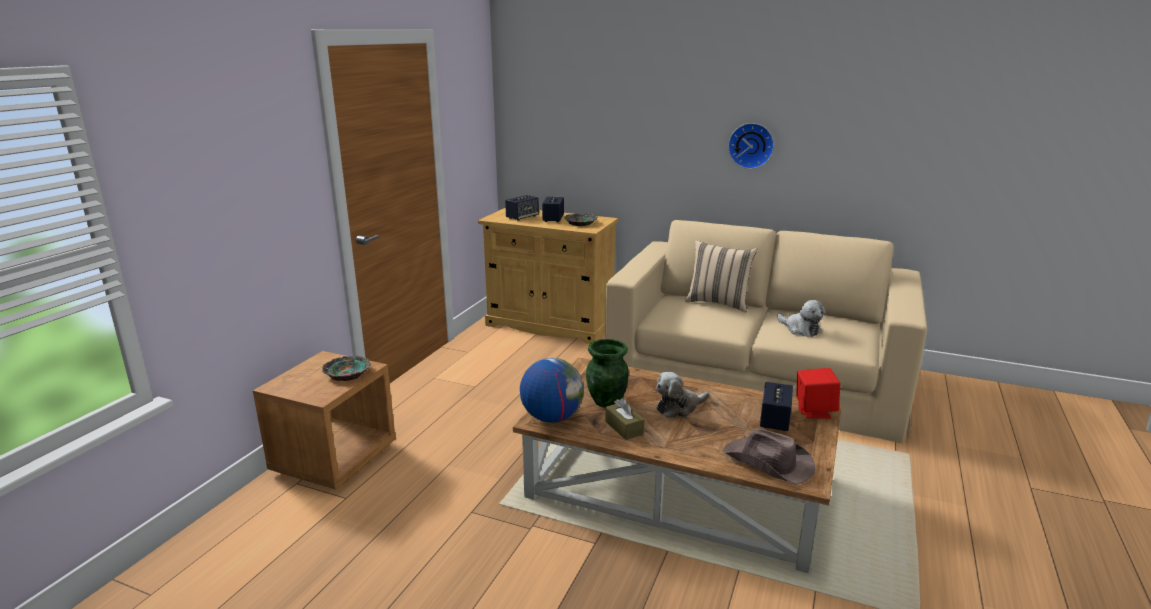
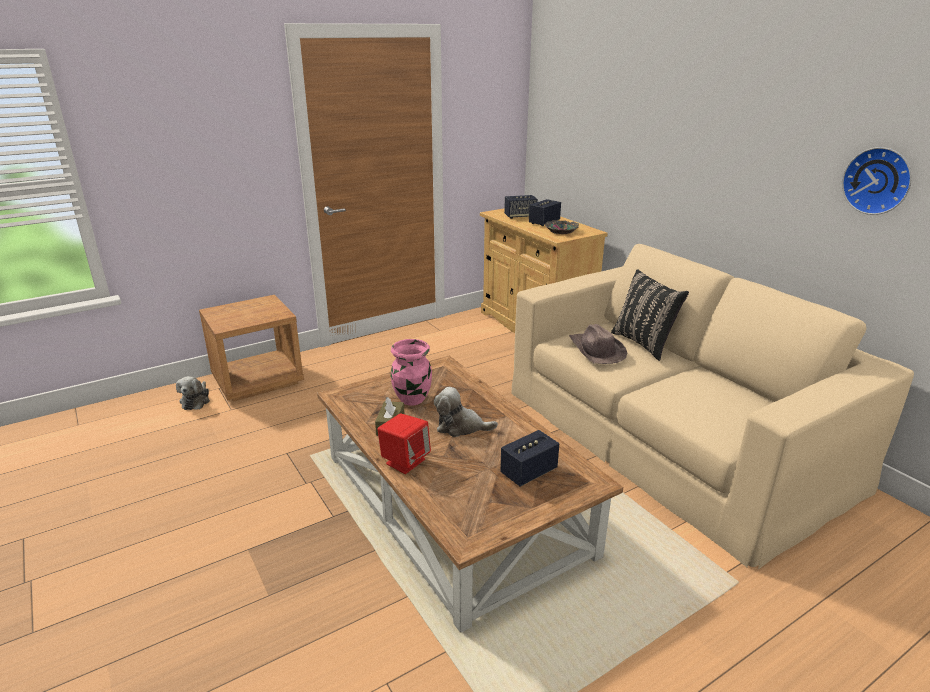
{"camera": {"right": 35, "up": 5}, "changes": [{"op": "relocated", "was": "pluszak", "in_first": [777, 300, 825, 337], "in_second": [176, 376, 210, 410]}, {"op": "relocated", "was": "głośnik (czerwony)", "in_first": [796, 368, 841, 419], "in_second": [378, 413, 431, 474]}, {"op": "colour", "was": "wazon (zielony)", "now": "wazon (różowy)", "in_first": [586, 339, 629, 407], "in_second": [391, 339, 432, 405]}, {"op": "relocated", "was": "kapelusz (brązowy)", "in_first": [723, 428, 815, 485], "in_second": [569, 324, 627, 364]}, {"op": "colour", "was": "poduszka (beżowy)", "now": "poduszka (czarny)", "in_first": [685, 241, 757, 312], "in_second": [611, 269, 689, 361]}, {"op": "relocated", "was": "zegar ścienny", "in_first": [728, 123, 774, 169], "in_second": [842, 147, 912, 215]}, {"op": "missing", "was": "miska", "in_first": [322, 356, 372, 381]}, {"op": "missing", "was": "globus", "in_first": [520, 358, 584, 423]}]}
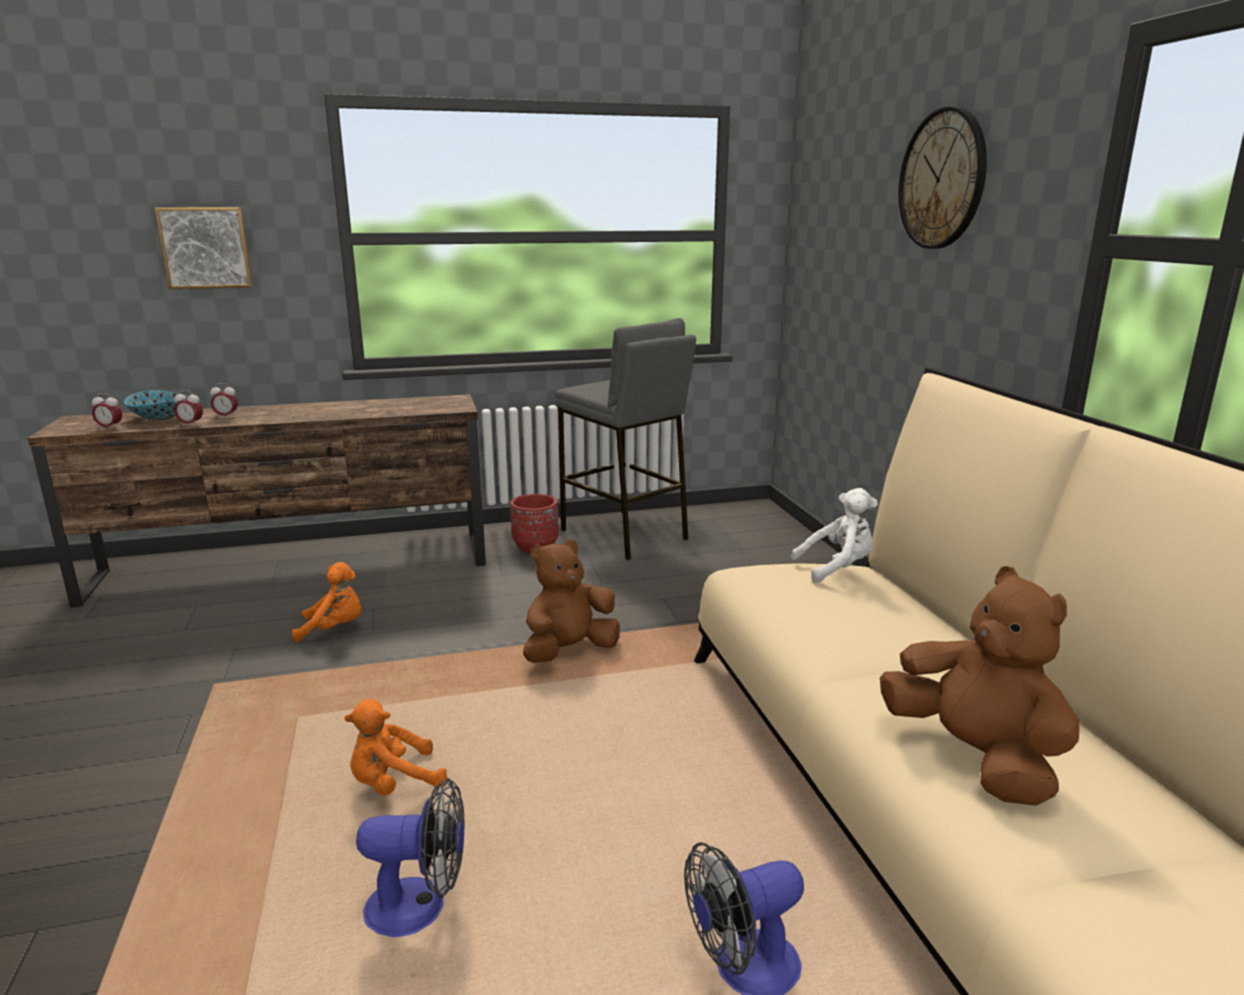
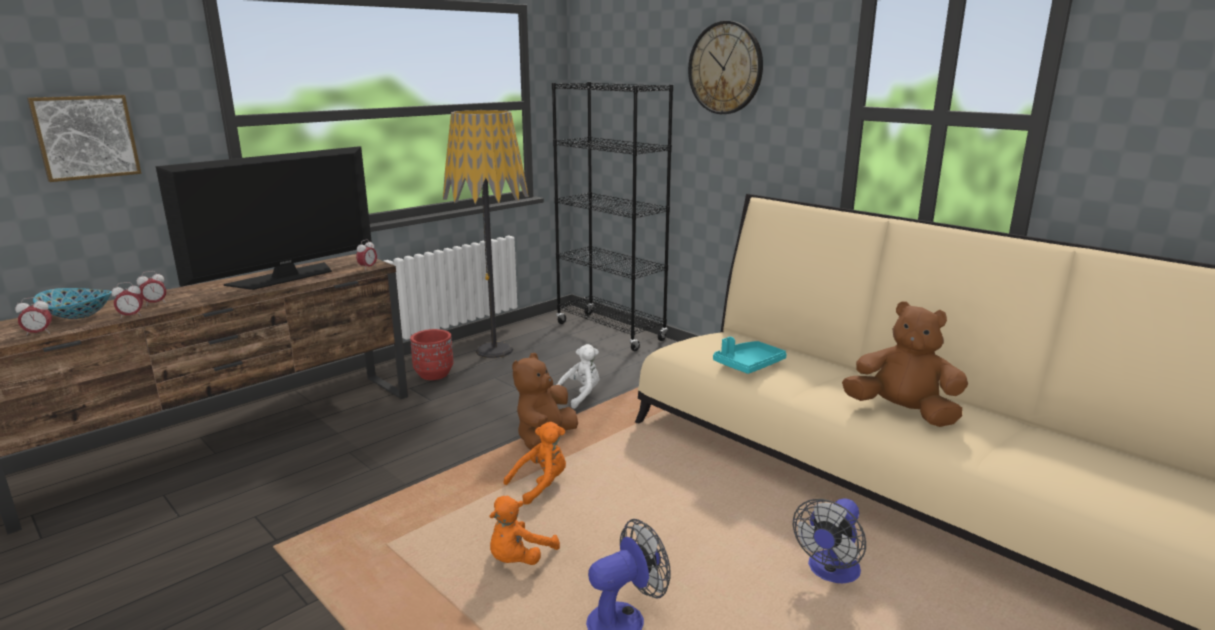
{"camera": {"right": -30, "up": 0}, "changes": [{"op": "appeared", "now": "telewizor", "in_second": [156, 146, 372, 290]}, {"op": "appeared", "now": "budzik", "in_second": [356, 239, 377, 270]}, {"op": "exchanged", "was": "stołek (szary)", "now": "lampa stojąca", "in_first": [555, 318, 696, 560], "in_second": [443, 110, 529, 358]}, {"op": "relocated", "was": "pluszak (pomarańczowy)", "in_first": [291, 562, 361, 642], "in_second": [504, 422, 566, 505]}, {"op": "appeared", "now": "regał (czarny)", "in_second": [552, 82, 673, 351]}, {"op": "relocated", "was": "pluszak (biały)", "in_first": [791, 488, 878, 583], "in_second": [557, 344, 599, 409]}, {"op": "appeared", "now": "taca (turkusowy)", "in_second": [713, 337, 787, 374]}]}
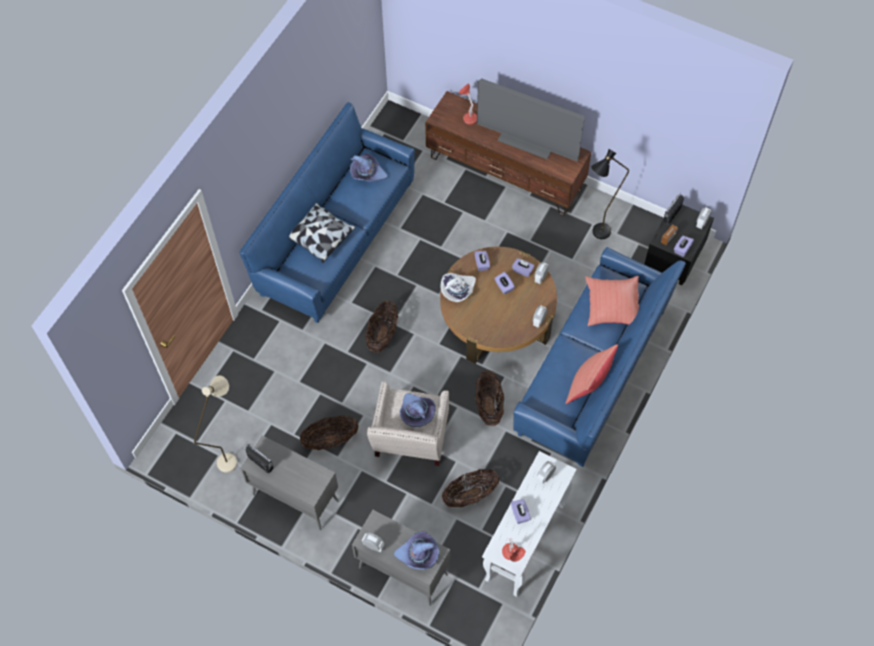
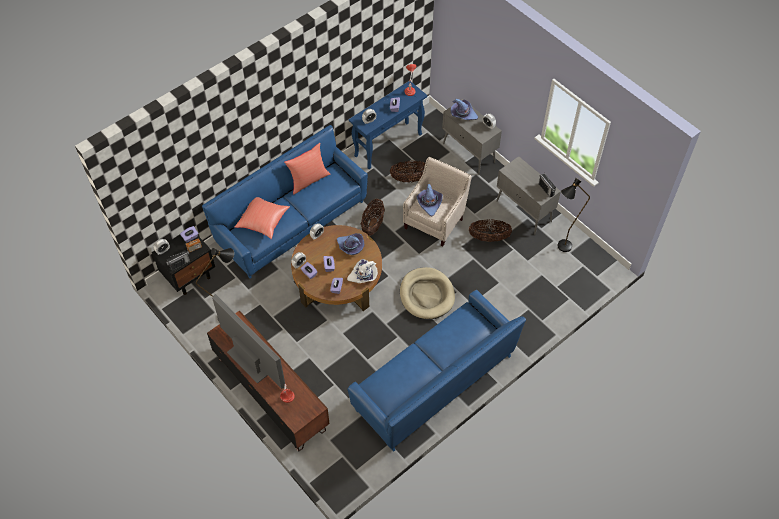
{"camera": {"right": -160, "up": -5}, "changes": [{"op": "relocated", "was": "kapelusz (fioletowy)", "in_first": [350, 153, 387, 182], "in_second": [337, 233, 364, 255]}, {"op": "colour", "was": "stolik konsolowy (biały)", "now": "stolik konsolowy (niebieski)", "in_first": [482, 451, 577, 597], "in_second": [349, 81, 428, 169]}, {"op": "exchanged", "was": "koszyk", "now": "legowisko (beżowy)", "in_first": [365, 301, 398, 353], "in_second": [400, 267, 455, 319]}, {"op": "colour", "was": "lampa stojąca (beżowy)", "now": "lampa stojąca (czarny)", "in_first": [194, 375, 237, 473], "in_second": [557, 178, 590, 252]}, {"op": "missing", "was": "poduszka", "in_first": [289, 203, 355, 263]}]}
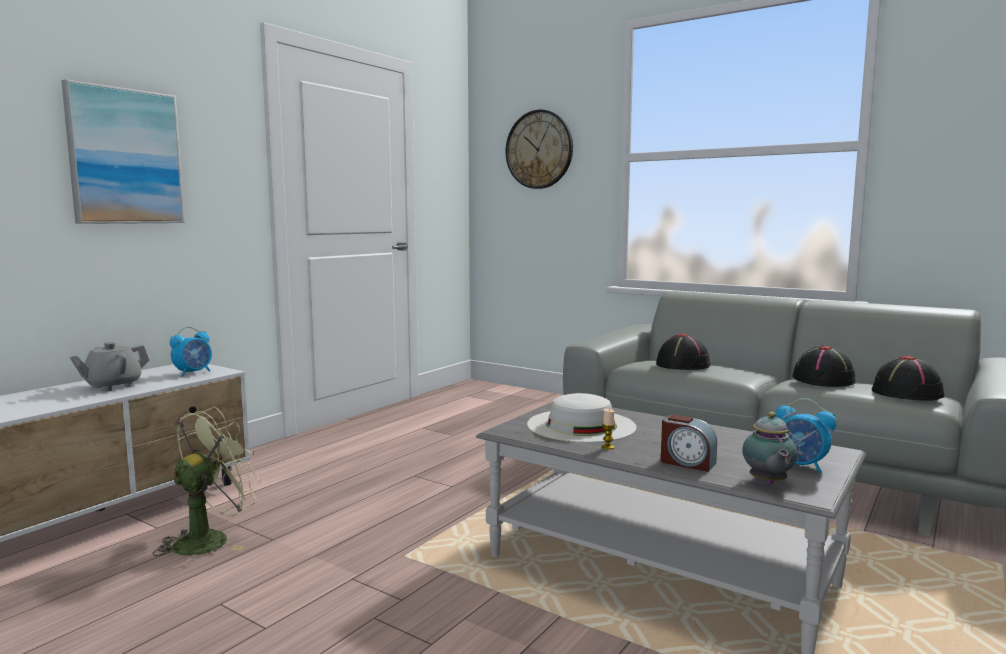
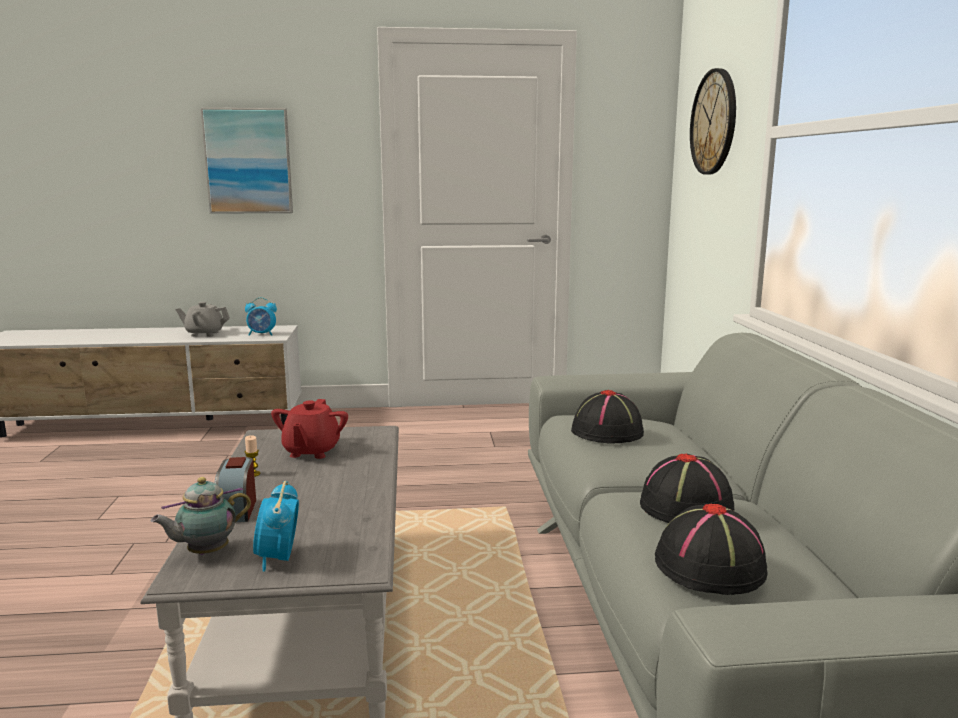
{"camera": {"right": 50, "up": 5}, "changes": [{"op": "exchanged", "was": "kapelusz (biały)", "now": "imbryk (czerwony)", "in_first": [527, 393, 637, 443], "in_second": [271, 399, 348, 459]}, {"op": "missing", "was": "wentylator (zielony)", "in_first": [152, 407, 261, 556]}]}
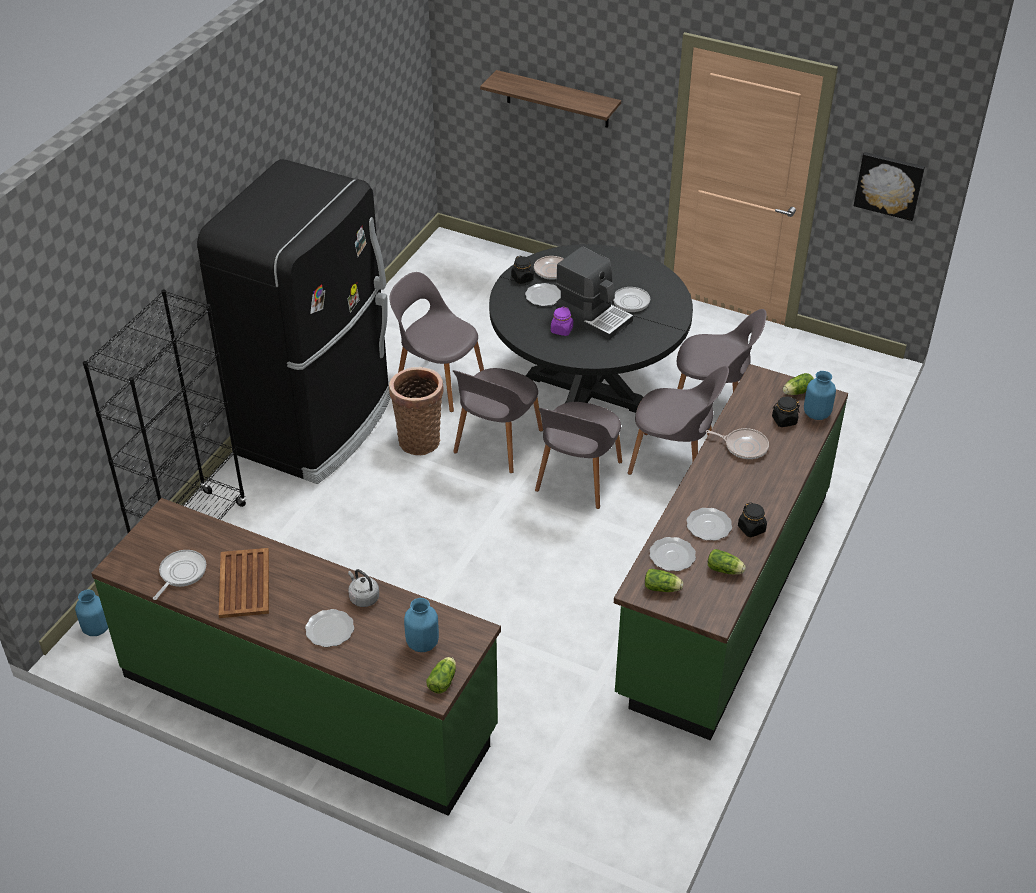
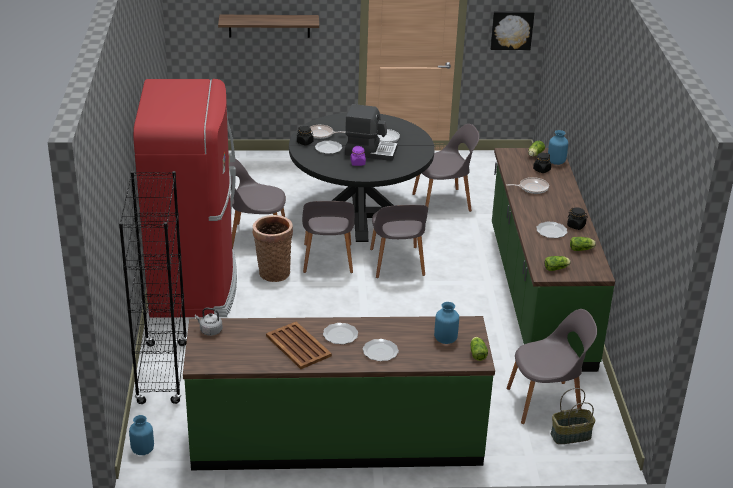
{"camera": {"right": -30, "up": -10}, "changes": [{"op": "colour", "was": "lodówka (czarny)", "now": "lodówka (czerwony)", "in_first": [197, 159, 391, 484], "in_second": [133, 79, 237, 318]}, {"op": "relocated", "was": "czajnik (szary)", "in_first": [348, 569, 379, 607], "in_second": [195, 308, 222, 336]}, {"op": "relocated", "was": "talerz", "in_first": [650, 537, 696, 571], "in_second": [323, 323, 358, 344]}, {"op": "relocated", "was": "krzesło (szary)", "in_first": [628, 366, 729, 475], "in_second": [507, 309, 597, 424]}, {"op": "appeared", "now": "koszyk", "in_second": [551, 388, 595, 444]}, {"op": "missing", "was": "patelnia", "in_first": [153, 550, 206, 600]}]}
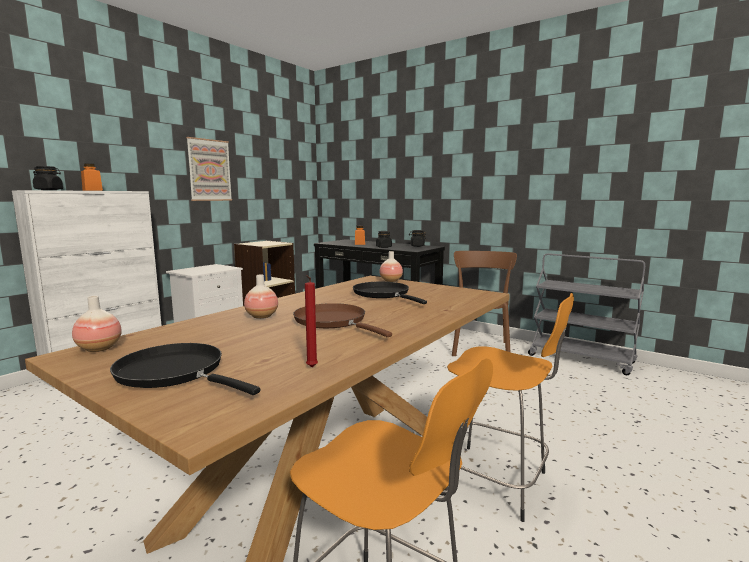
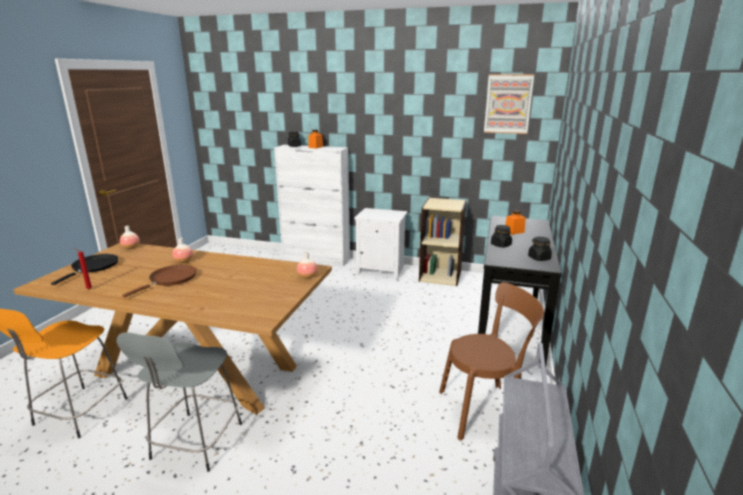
{"camera": {"right": 70, "up": 10}, "changes": [{"op": "colour", "was": "stołek (pomarańczowy)", "now": "stołek (szary)", "in_first": [447, 293, 574, 522], "in_second": [117, 332, 242, 472]}, {"op": "relocated", "was": "obraz", "in_first": [186, 137, 232, 201], "in_second": [484, 74, 534, 134]}, {"op": "missing", "was": "patelnia (czarny)", "in_first": [353, 282, 427, 304]}]}
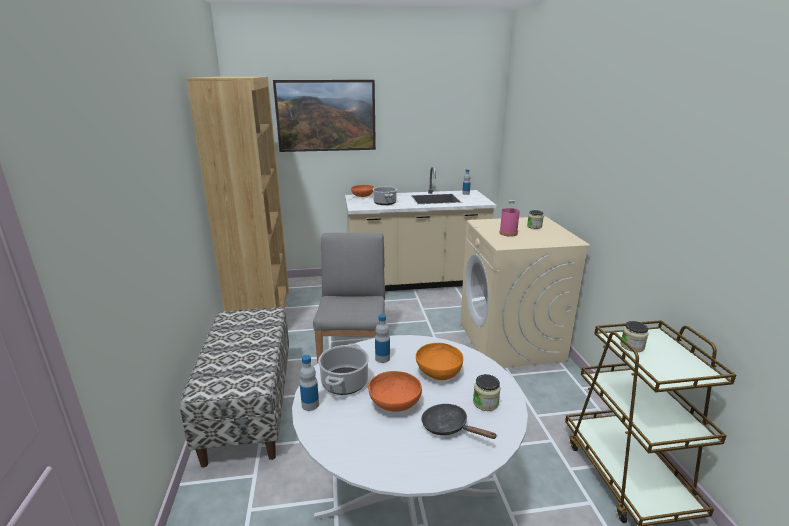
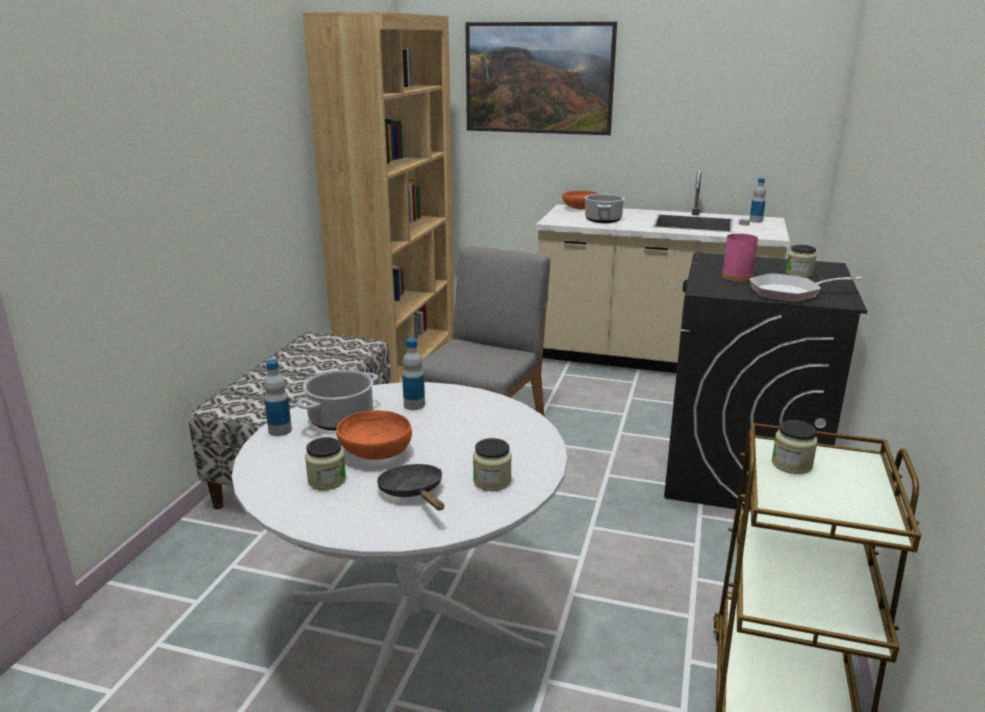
{"camera": {"right": 25, "up": 0}, "changes": [{"op": "appeared", "now": "słoik", "in_second": [305, 437, 346, 490]}, {"op": "colour", "was": "pralka (beżowy)", "now": "pralka (czarny)", "in_first": [460, 216, 591, 368], "in_second": [664, 252, 867, 509]}, {"op": "appeared", "now": "patelnia", "in_second": [749, 273, 863, 303]}, {"op": "missing", "was": "miska (pomarańczowy)", "in_first": [416, 343, 463, 380]}]}
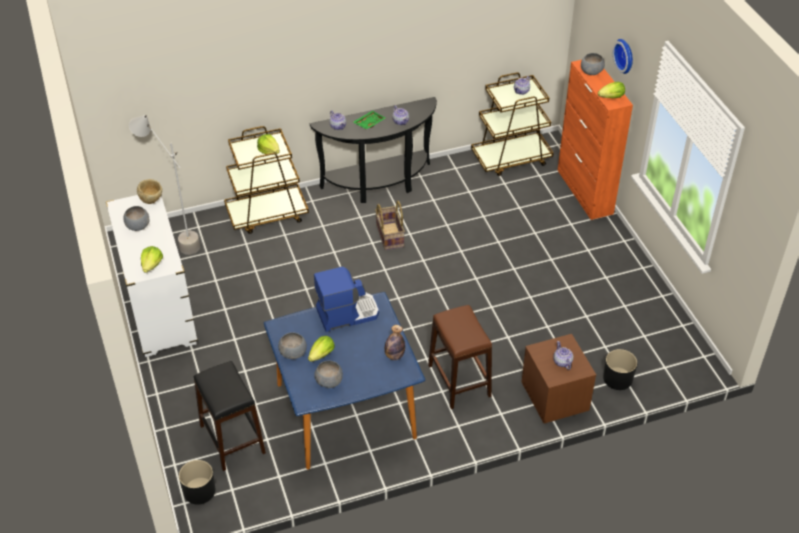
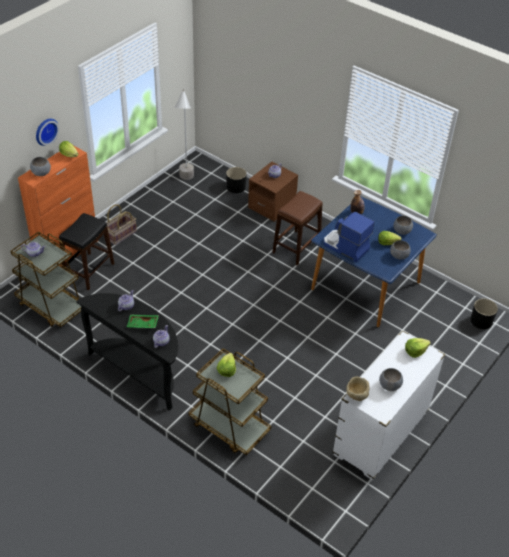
{"camera": {"right": -125, "up": 0}, "changes": [{"op": "relocated", "was": "stołek (czarny)", "in_first": [194, 361, 266, 471], "in_second": [59, 213, 115, 290]}, {"op": "relocated", "was": "koszyk", "in_first": [375, 201, 405, 250], "in_second": [107, 204, 137, 245]}, {"op": "relocated", "was": "lampa stojąca (szary)", "in_first": [129, 115, 200, 255], "in_second": [175, 89, 194, 180]}]}
